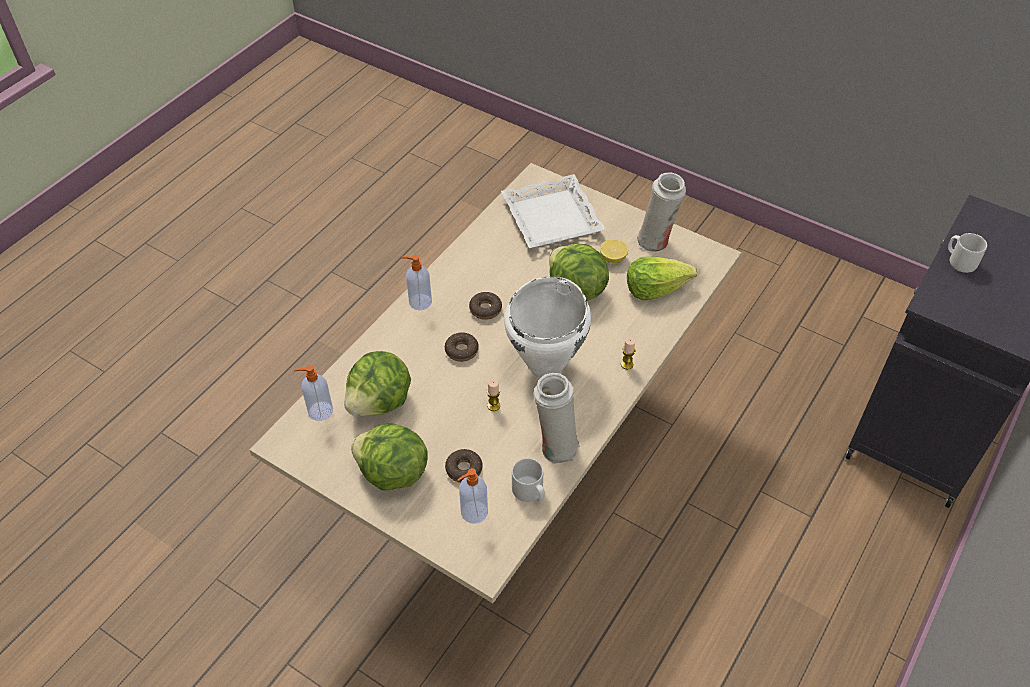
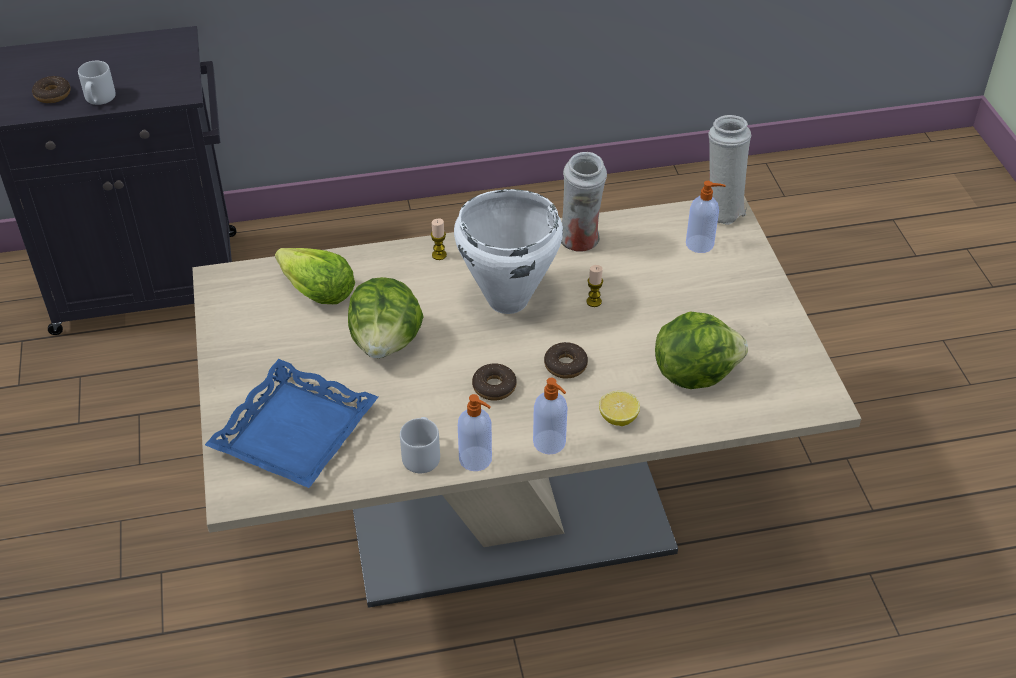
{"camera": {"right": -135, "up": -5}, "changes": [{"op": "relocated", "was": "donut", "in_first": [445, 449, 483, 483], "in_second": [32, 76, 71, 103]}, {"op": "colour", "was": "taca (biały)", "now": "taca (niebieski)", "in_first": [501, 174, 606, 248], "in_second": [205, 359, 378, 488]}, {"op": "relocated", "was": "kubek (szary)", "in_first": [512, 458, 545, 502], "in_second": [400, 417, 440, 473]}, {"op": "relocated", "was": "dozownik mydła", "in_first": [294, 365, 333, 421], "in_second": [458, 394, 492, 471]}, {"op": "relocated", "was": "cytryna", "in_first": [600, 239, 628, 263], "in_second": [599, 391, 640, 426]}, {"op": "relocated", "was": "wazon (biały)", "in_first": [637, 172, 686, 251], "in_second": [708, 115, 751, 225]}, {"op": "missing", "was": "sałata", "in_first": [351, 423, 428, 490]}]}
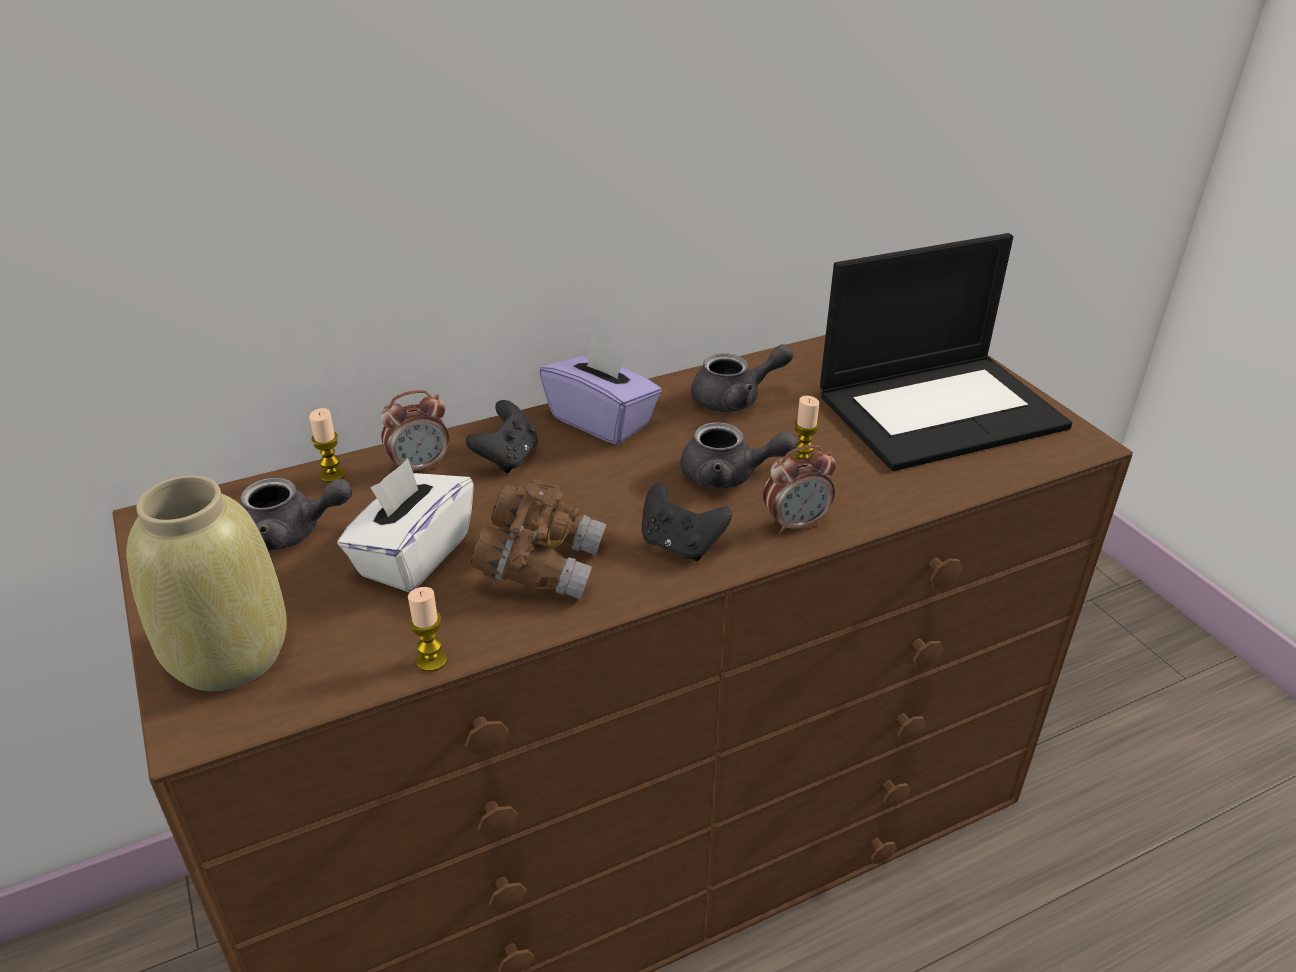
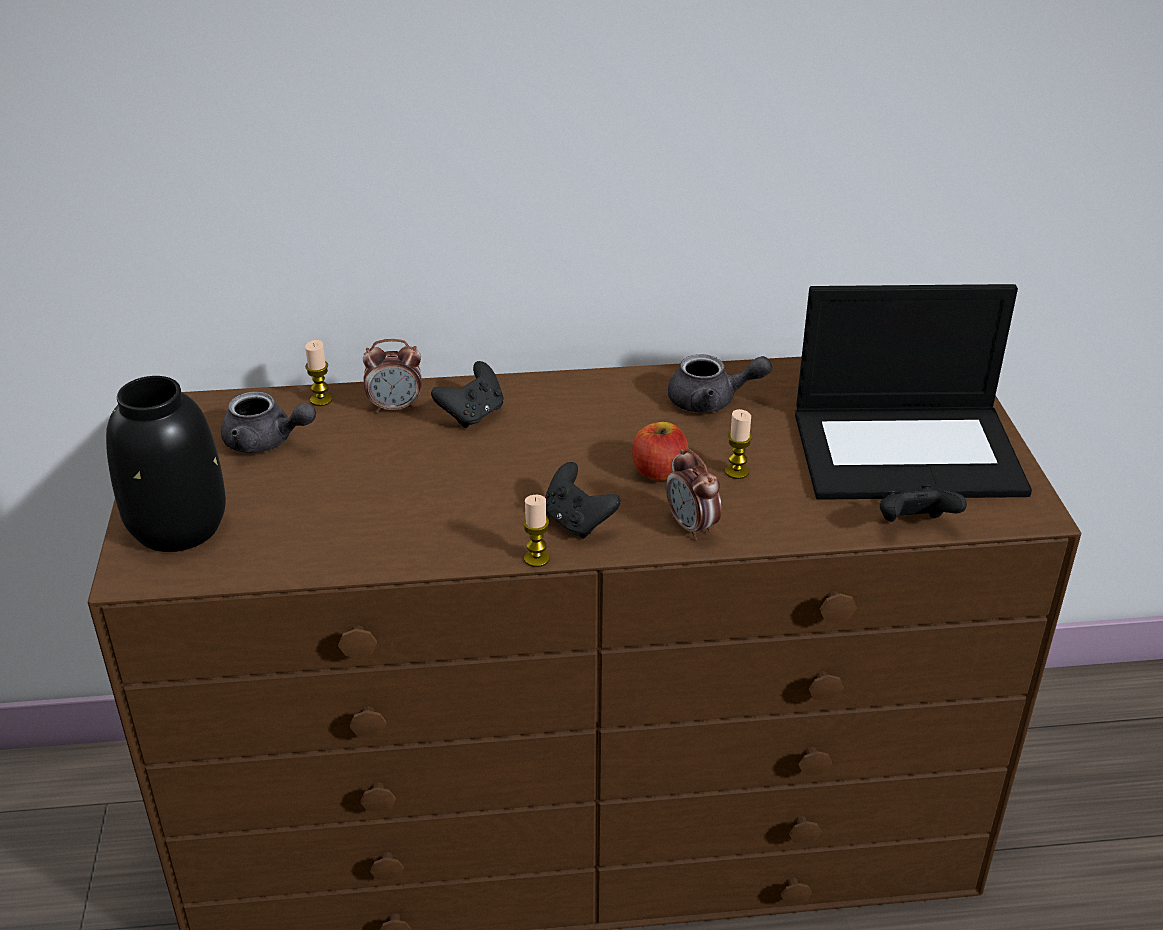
{"camera": {"right": 20, "up": 0}, "changes": [{"op": "colour", "was": "wazon (beżowy)", "now": "wazon (czarny)", "in_first": [126, 475, 287, 691], "in_second": [106, 376, 226, 552]}, {"op": "relocated", "was": "świeca", "in_first": [408, 587, 447, 672], "in_second": [523, 495, 549, 567]}, {"op": "exchanged", "was": "imbryk (szary)", "now": "jabłko", "in_first": [680, 422, 797, 489], "in_second": [632, 422, 688, 481]}, {"op": "spun", "was": "budzik", "in_first": [763, 445, 836, 534], "in_second": [666, 449, 722, 540], "clockwise": 60}, {"op": "appeared", "now": "pad do gier (czarny)", "in_second": [880, 484, 967, 522]}, {"op": "missing", "was": "pudełko chusteczek (biały)", "in_first": [338, 458, 474, 592]}, {"op": "missing", "was": "lornetka (brązowy)", "in_first": [470, 480, 606, 600]}, {"op": "missing", "was": "pudełko chusteczek (fioletowy)", "in_first": [539, 336, 662, 445]}]}
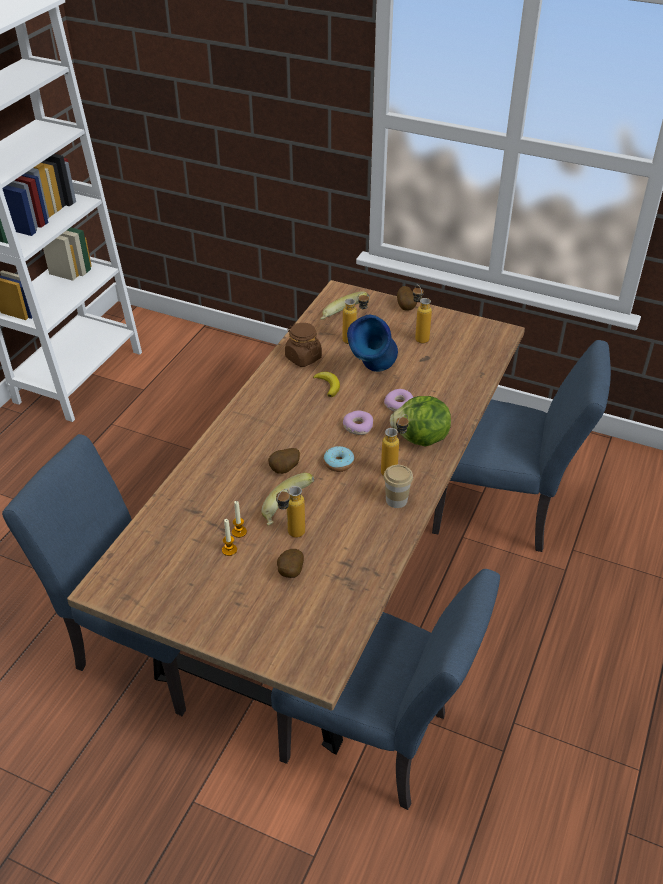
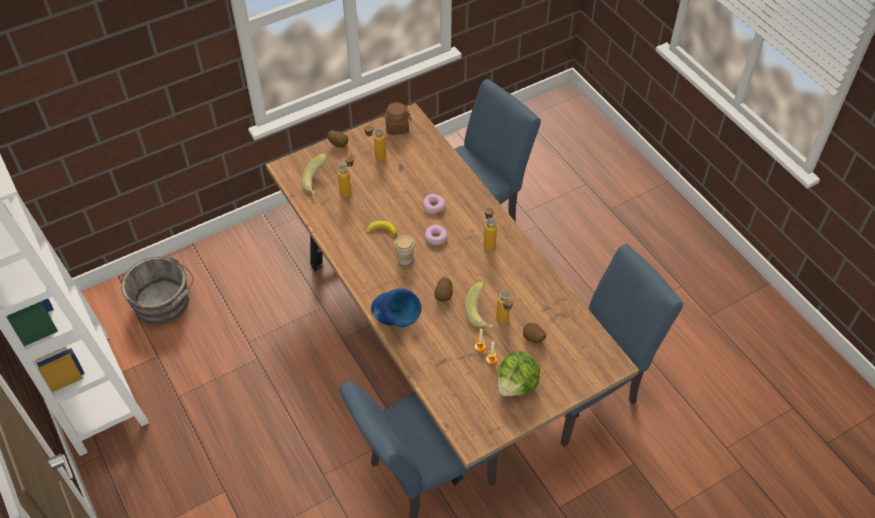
{"camera": {"right": -55, "up": 10}, "changes": [{"op": "appeared", "now": "wiadro (szary)", "in_second": [121, 256, 193, 324]}, {"op": "relocated", "was": "wazon (niebieski)", "in_first": [347, 315, 398, 372], "in_second": [371, 288, 422, 327]}, {"op": "relocated", "was": "słoik (brązowy)", "in_first": [285, 323, 322, 367], "in_second": [381, 102, 412, 135]}, {"op": "relocated", "was": "filiżanka", "in_first": [383, 465, 413, 508], "in_second": [394, 235, 415, 265]}, {"op": "relocated", "was": "sałata", "in_first": [390, 396, 451, 446], "in_second": [497, 351, 540, 396]}, {"op": "missing", "was": "donut", "in_first": [323, 446, 354, 472]}]}
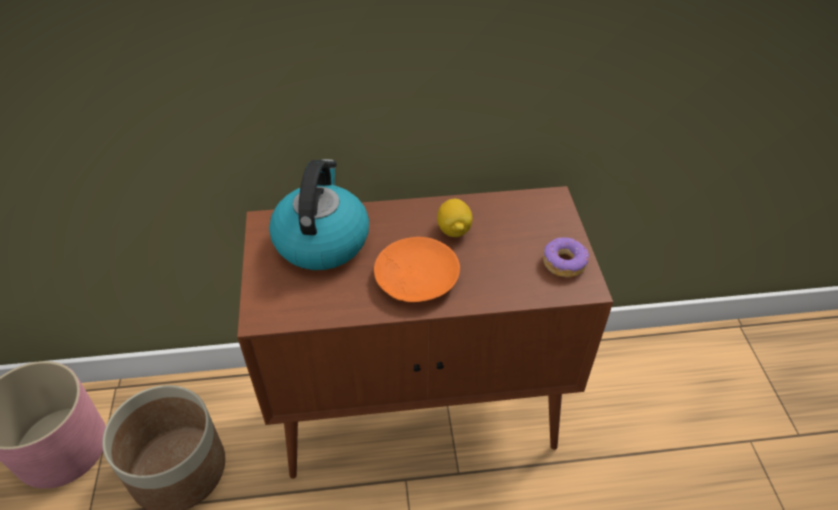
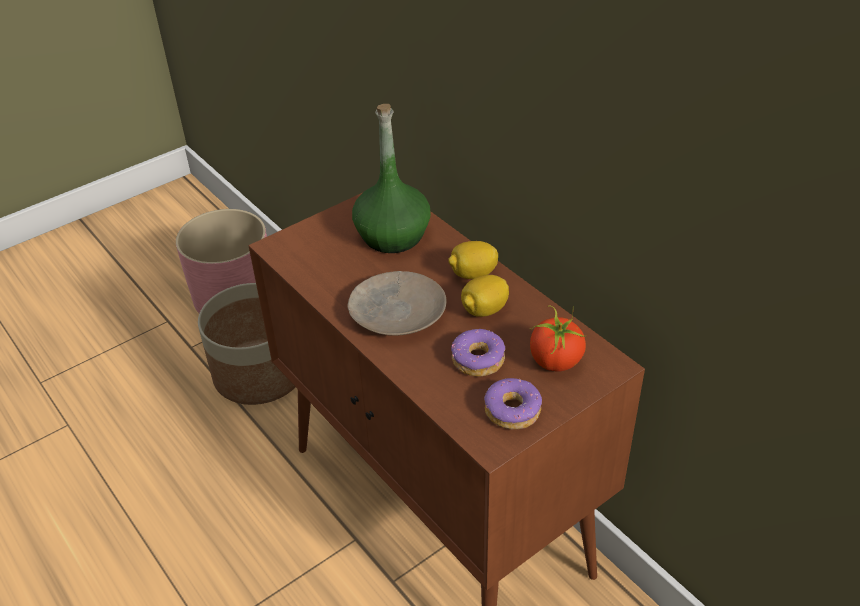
{"camera": {"right": 60, "up": -5}, "changes": [{"op": "colour", "was": "talerz (pomarańczowy)", "now": "talerz (beżowy)", "in_first": [374, 237, 460, 302], "in_second": [347, 271, 447, 336]}, {"op": "exchanged", "was": "czajnik", "now": "butelka (zielony)", "in_first": [269, 159, 369, 270], "in_second": [352, 104, 431, 253]}, {"op": "appeared", "now": "cytryna", "in_second": [448, 241, 498, 279]}, {"op": "appeared", "now": "donut", "in_second": [451, 329, 505, 377]}, {"op": "appeared", "now": "pomidor", "in_second": [530, 306, 587, 372]}]}
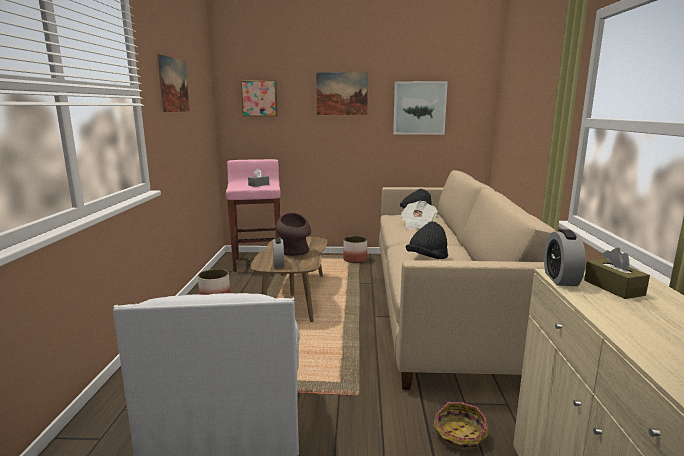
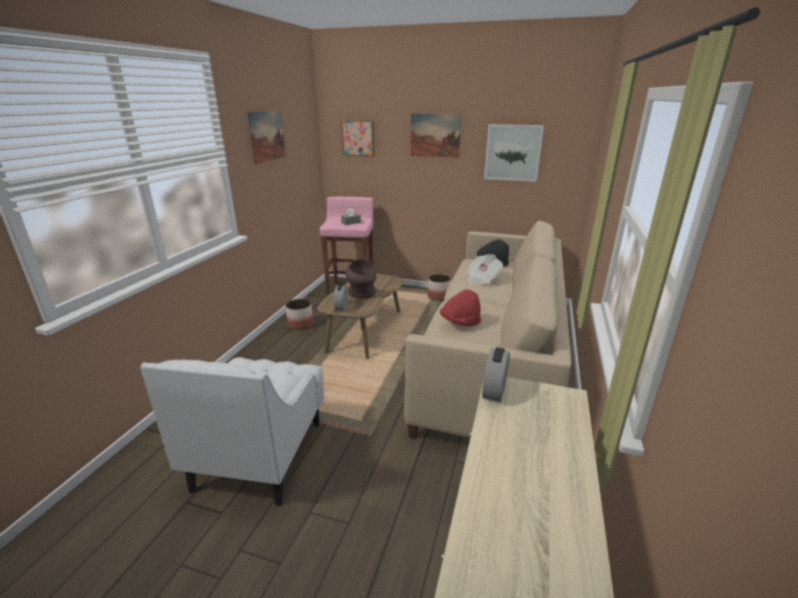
{"camera": {"right": 15, "up": 10}, "changes": [{"op": "colour", "was": "kapelusz (czarny)", "now": "kapelusz (czerwony)", "in_first": [406, 221, 448, 259], "in_second": [440, 289, 481, 326]}, {"op": "missing", "was": "koszyk", "in_first": [434, 402, 489, 453]}, {"op": "missing", "was": "pudełko chusteczek (brązowy)", "in_first": [584, 247, 650, 299]}]}
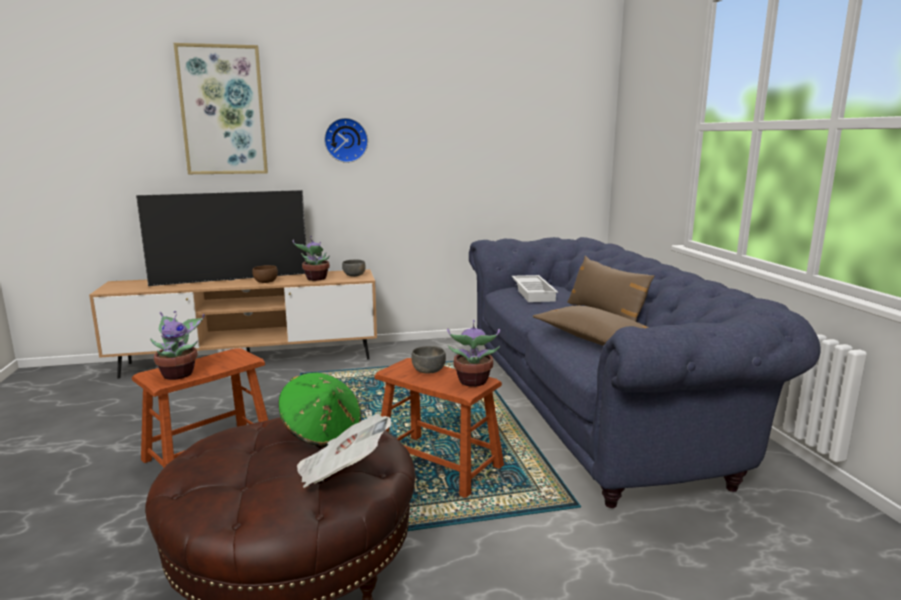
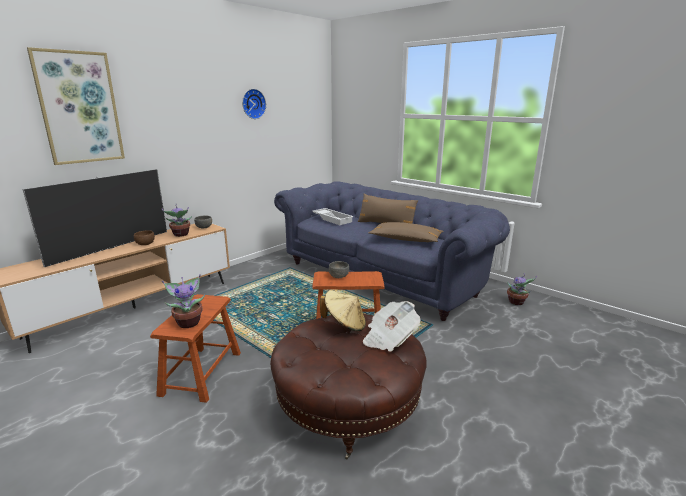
{"camera": {"right": -35, "up": 5}, "changes": [{"op": "relocated", "was": "zegar ścienny", "in_first": [324, 118, 368, 163], "in_second": [242, 89, 266, 119]}, {"op": "colour", "was": "kapelusz (zielony)", "now": "kapelusz (beżowy)", "in_first": [279, 373, 361, 447], "in_second": [320, 290, 366, 331]}, {"op": "relocated", "was": "roślina doniczkowa", "in_first": [447, 320, 500, 387], "in_second": [507, 273, 537, 305]}]}
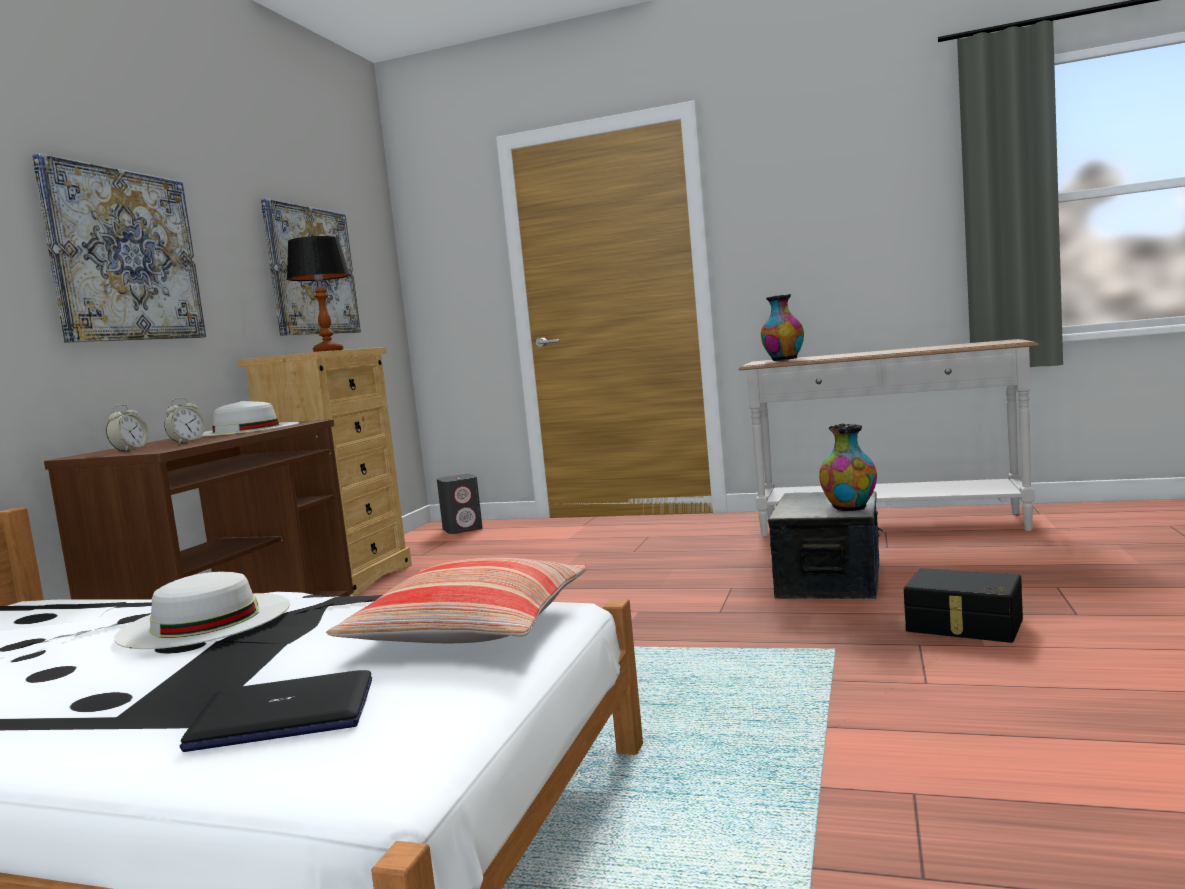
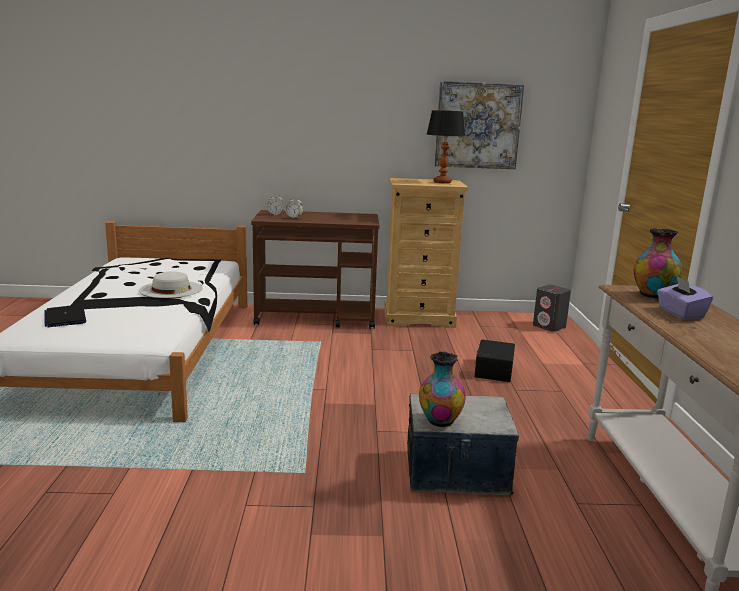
{"camera": {"right": 70, "up": 10}, "changes": [{"op": "relocated", "was": "pojemnik do przechowywania (czarny)", "in_first": [904, 568, 1023, 643], "in_second": [474, 340, 515, 382]}, {"op": "appeared", "now": "pudełko chusteczek (fioletowy)", "in_second": [657, 276, 713, 319]}, {"op": "missing", "was": "obraz", "in_first": [32, 153, 206, 343]}, {"op": "missing", "was": "kapelusz (biały)", "in_first": [202, 401, 299, 436]}, {"op": "missing", "was": "poduszka", "in_first": [326, 558, 587, 643]}]}
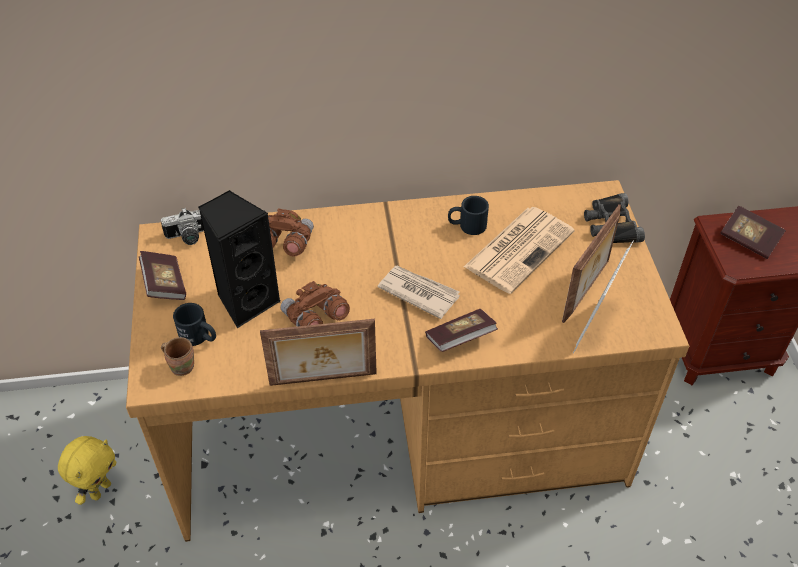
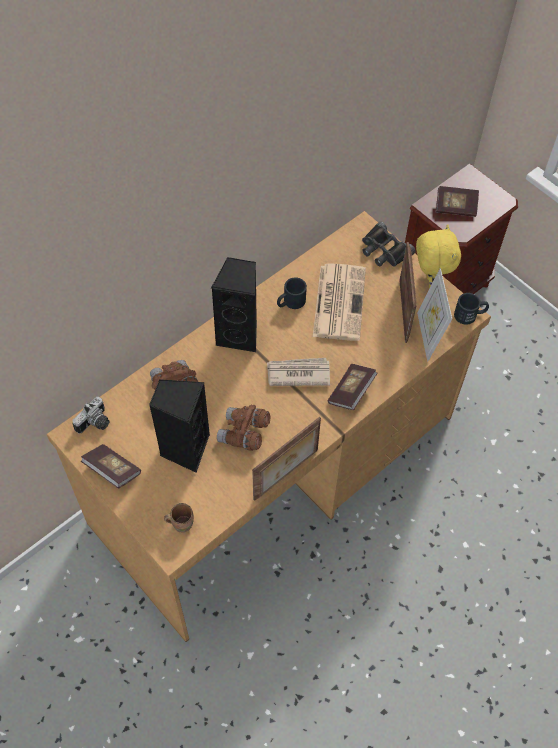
{"camera": {"right": -35, "up": 10}, "changes": [{"op": "appeared", "now": "głośnik (czarny)", "in_second": [211, 257, 257, 352]}, {"op": "relocated", "was": "pluszak (żółty)", "in_first": [58, 436, 116, 505], "in_second": [416, 224, 461, 288]}, {"op": "relocated", "was": "kubek (czarny)", "in_first": [173, 303, 216, 346], "in_second": [454, 293, 489, 325]}]}
